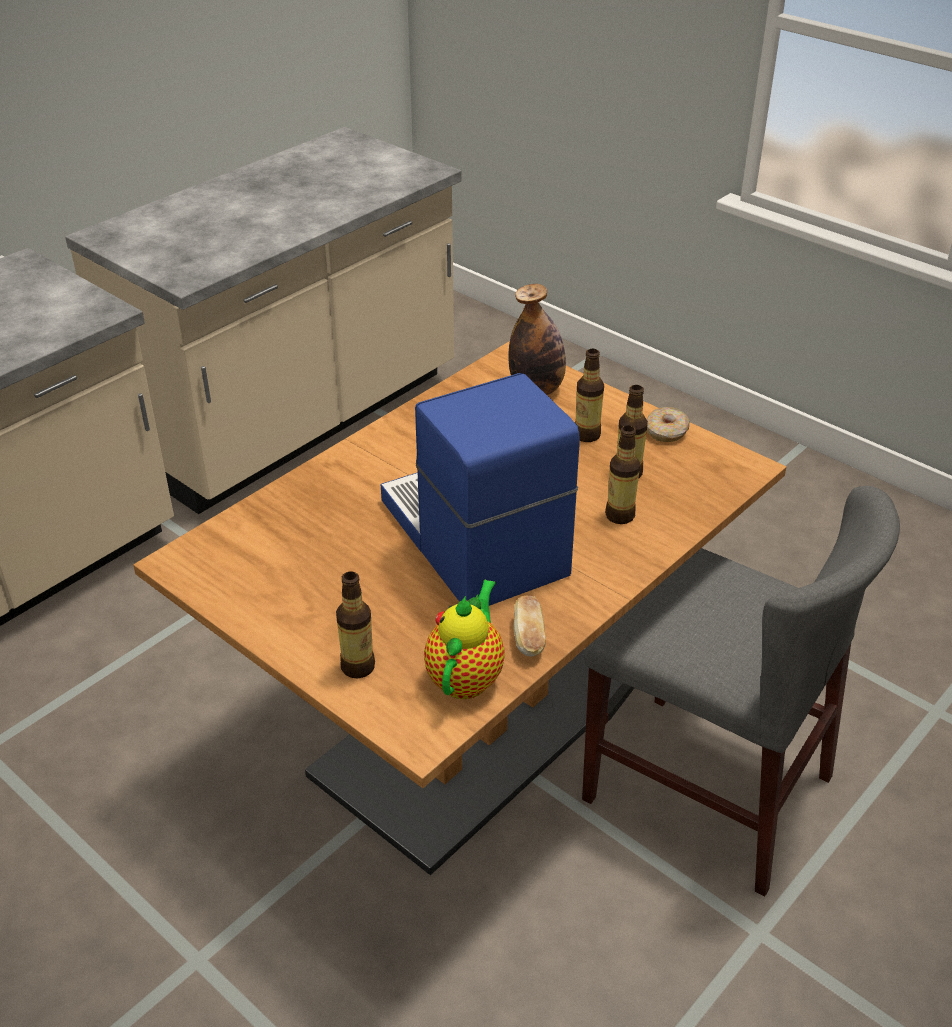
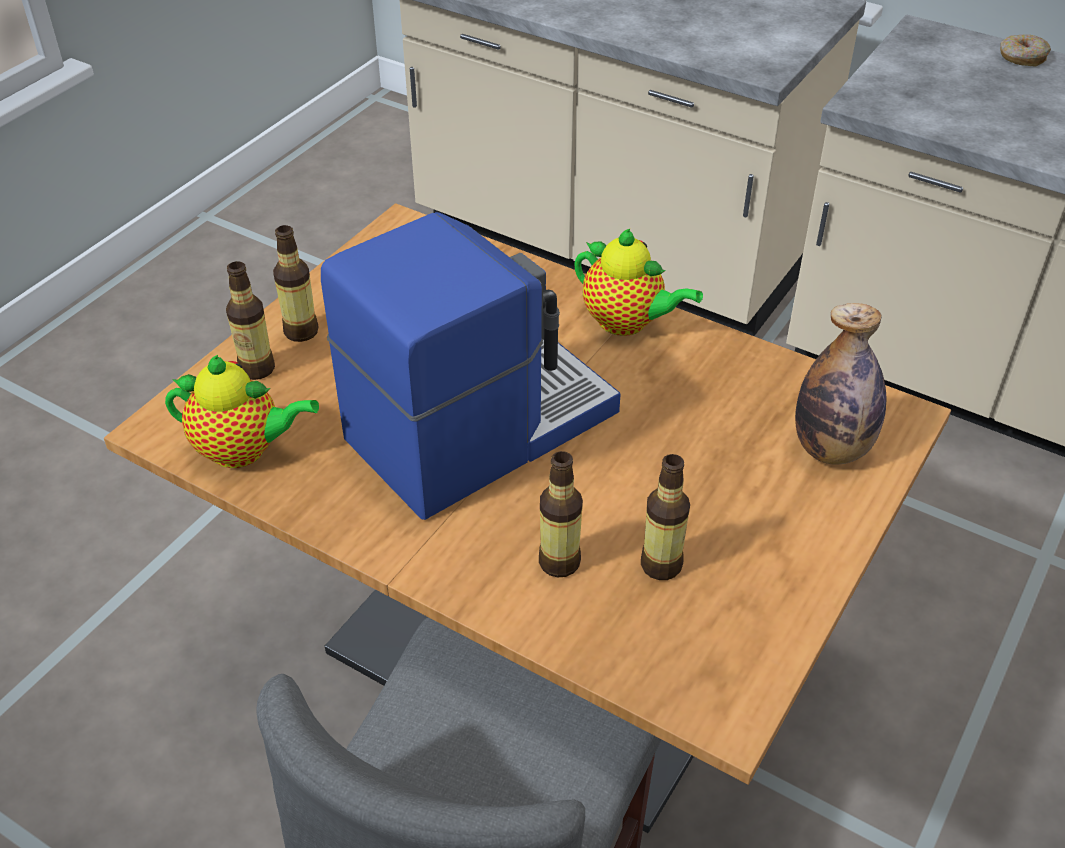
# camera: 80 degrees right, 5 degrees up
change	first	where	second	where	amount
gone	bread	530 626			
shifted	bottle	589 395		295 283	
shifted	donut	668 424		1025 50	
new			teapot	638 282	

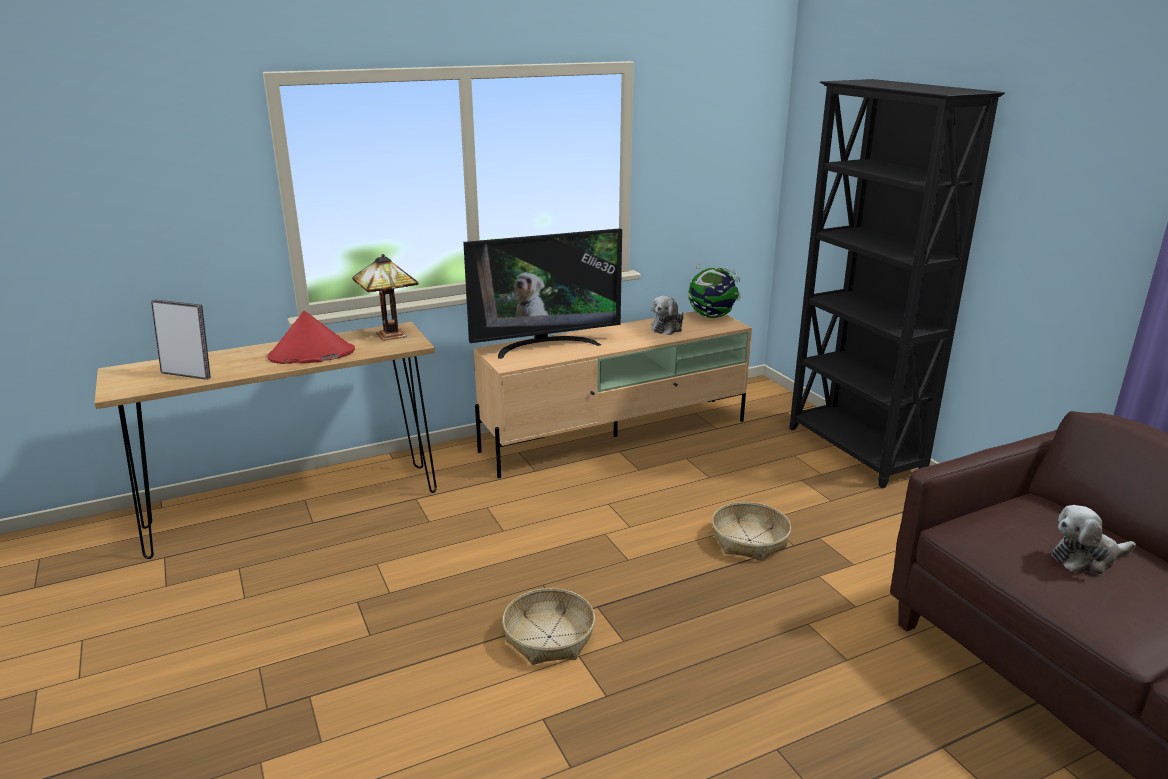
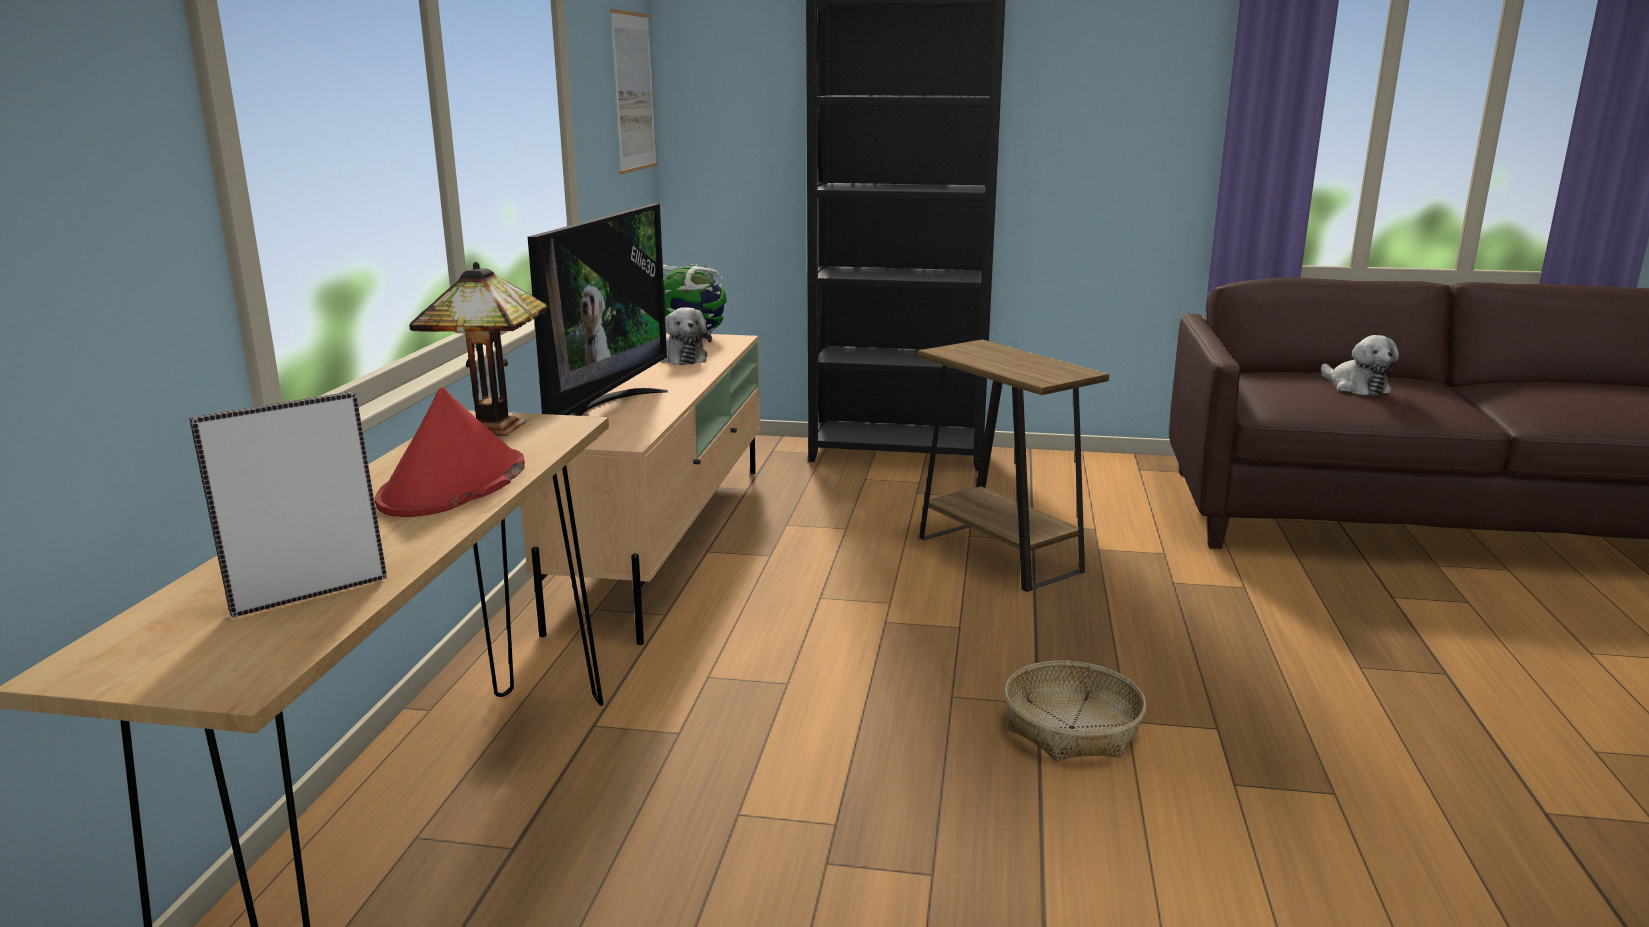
# camera: 55 degrees left, 5 degrees down
change	first	where	second	where	amount
swapped	basket	751 531	side table in brown	1013 465	
rotated	plush toy	1093 539		1360 365	45 degrees counterclockwise
new			picture	633 91	

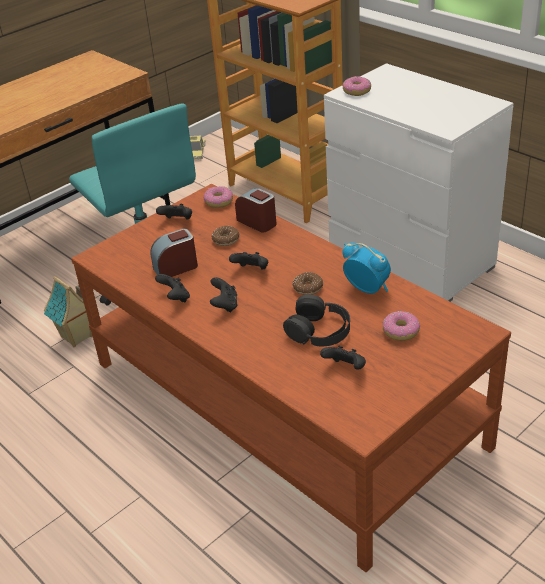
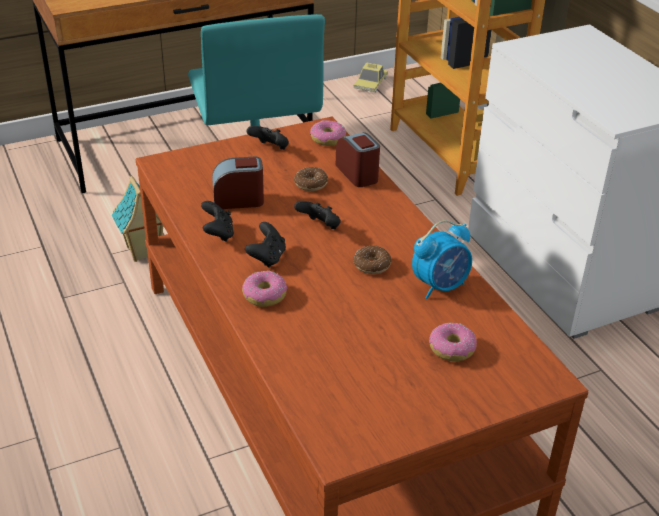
# camera: 15 degrees right, 0 degrees up
change	first	where	second	where	amount
gone	headphones in black	316 321			
gone	game controller in black	343 357			
rotated	alarm clock	366 268		442 259	90 degrees clockwise
shifted	donut	357 86		264 289	

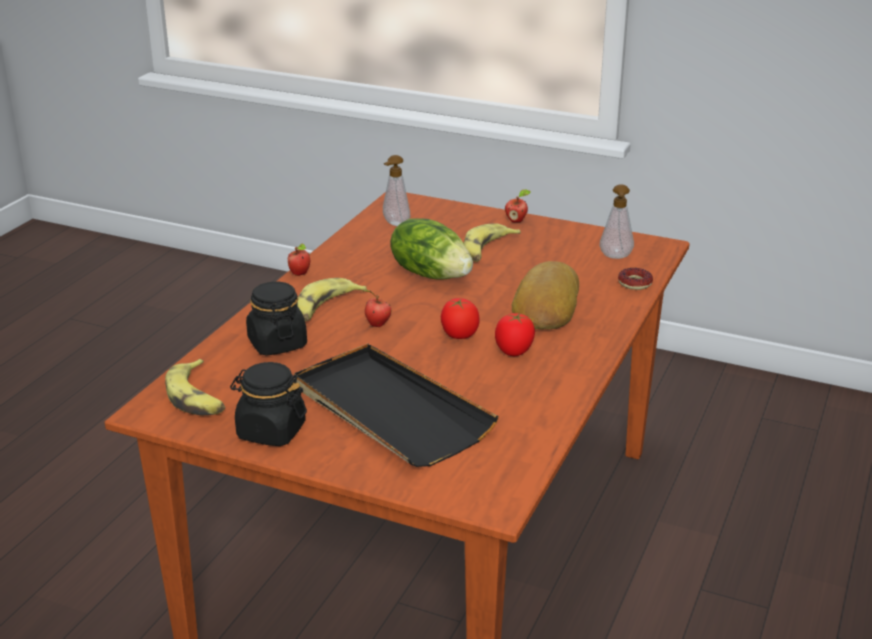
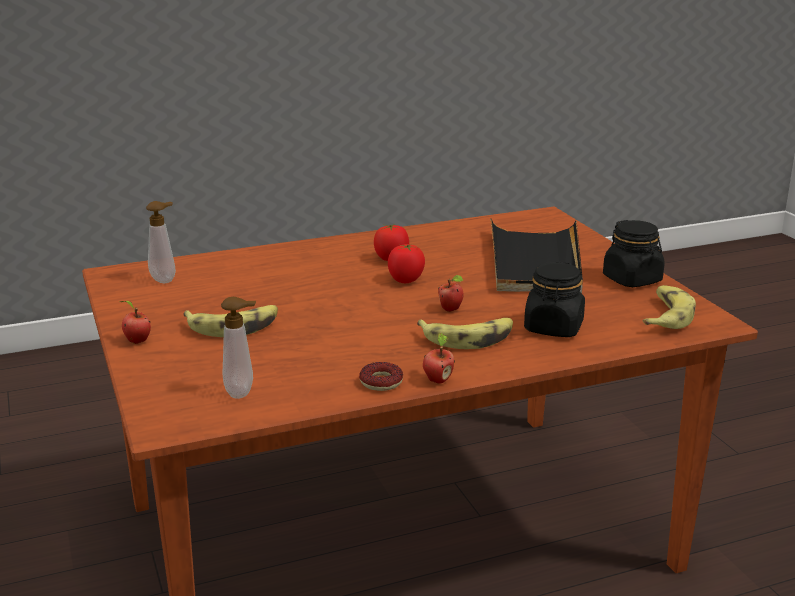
# camera: 135 degrees left, 5 degrees down
change	first	where	second	where	amount
gone	lettuce	431 249			
gone	bread	545 295			
shifted	donut	635 279		381 376	

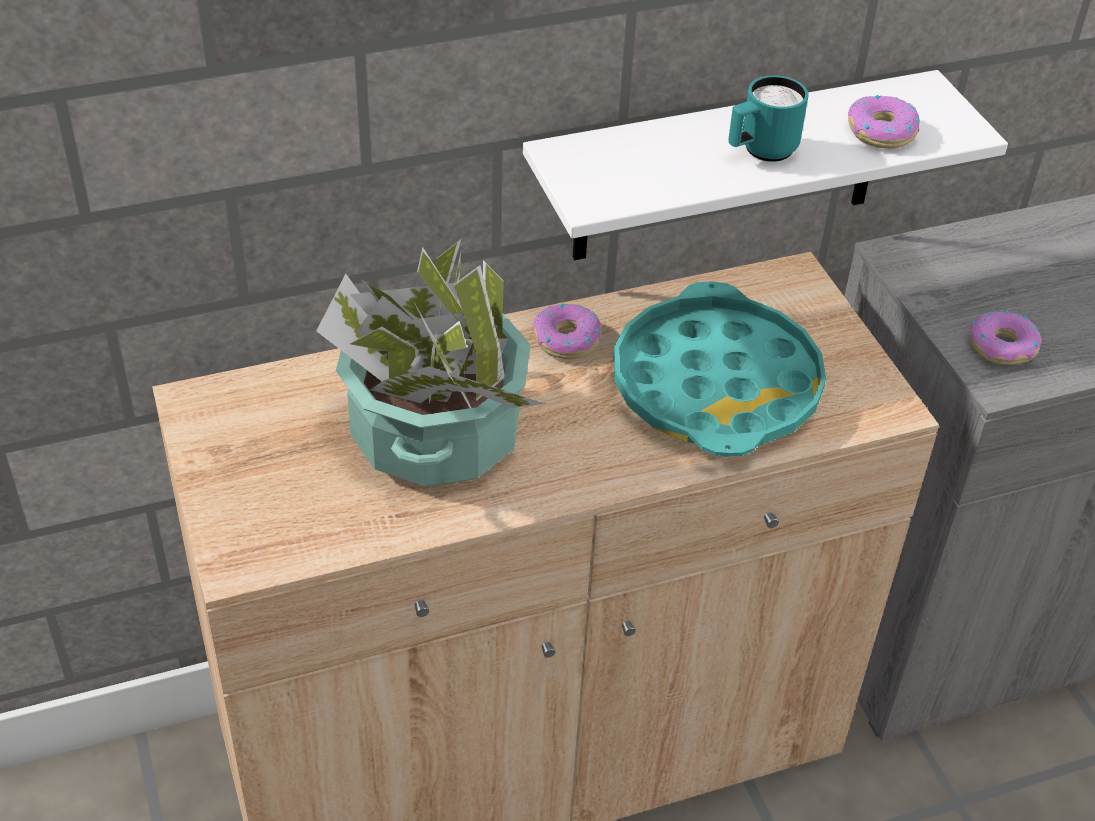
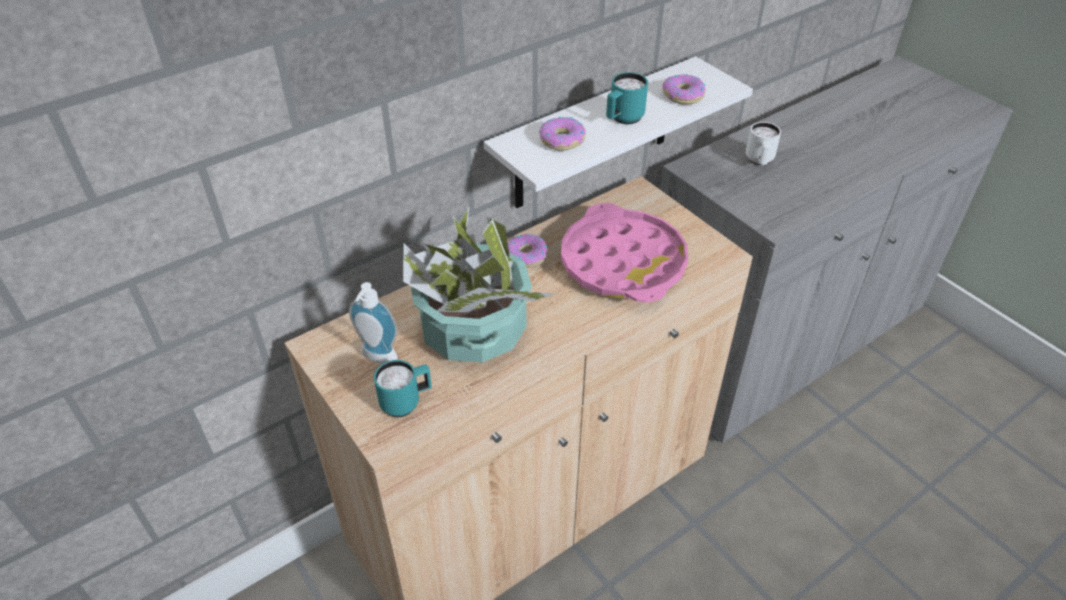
# camera: 15 degrees left, 0 degrees up
change	first	where	second	where	amount
repainted	tray in turquoise	720 369	tray in pink	624 253	
shifted	donut	1005 337		562 134	
new			soap dispenser	373 322	
new			mug in turquoise	403 388	
new			mug in white	763 143	

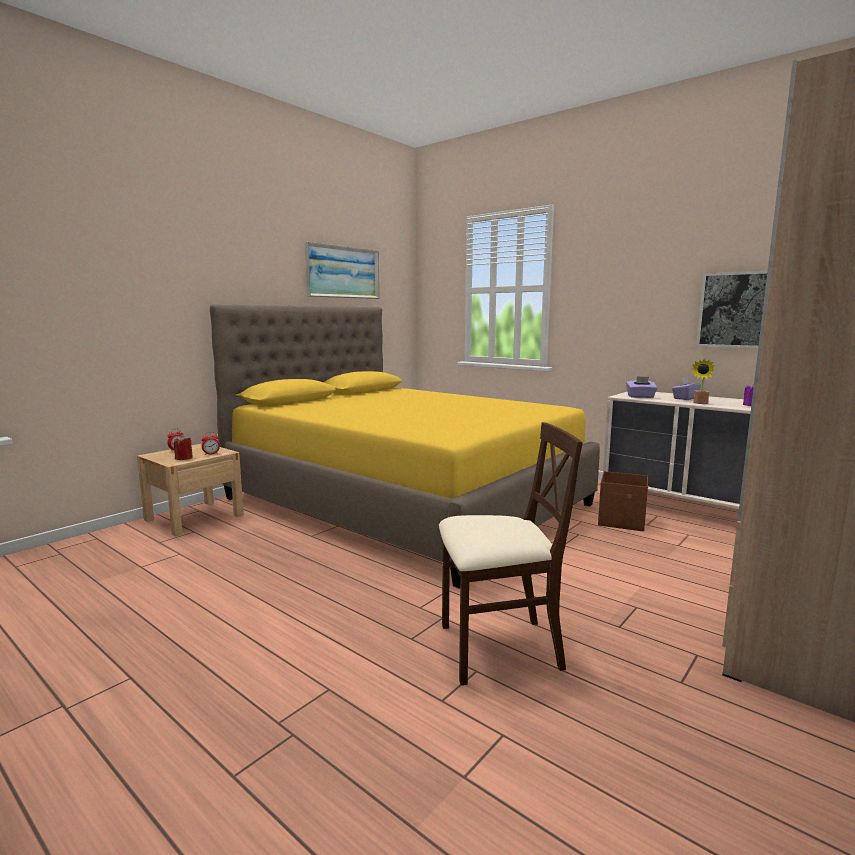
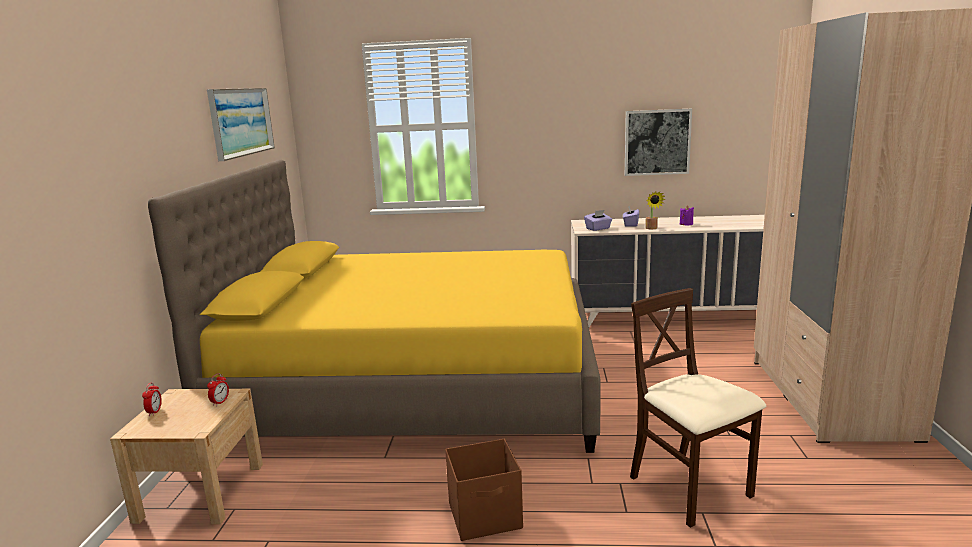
# camera: 35 degrees left, 5 degrees up
change	first	where	second	where	amount
gone	candle in red	183 448			
rotated	chair in beige	511 553		698 408	75 degrees counterclockwise
shifted	storage box in brown	623 501		484 490	

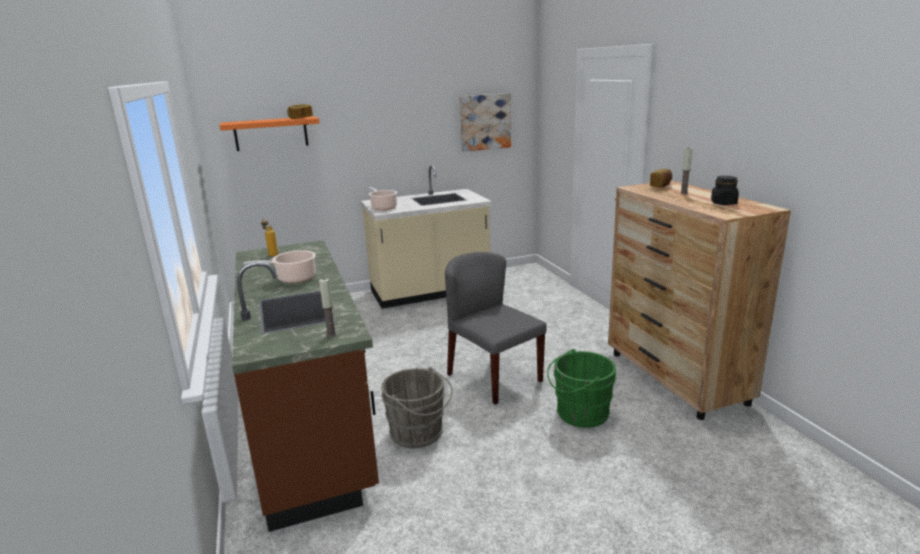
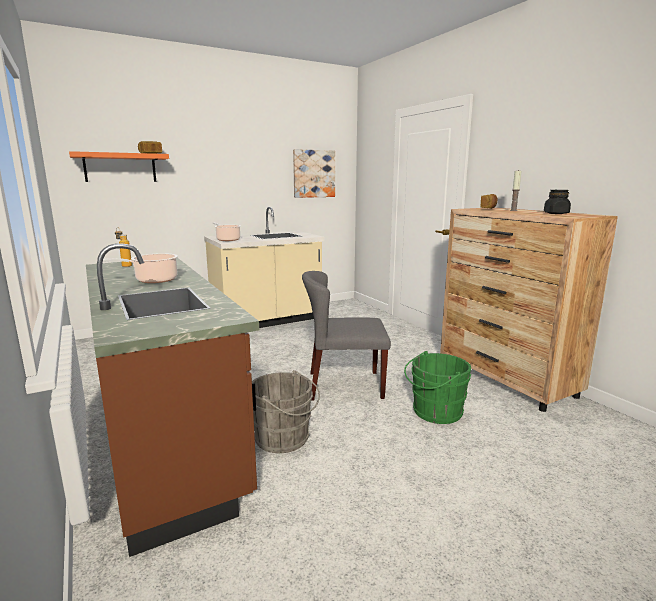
# camera: 10 degrees left, 5 degrees down
change	first	where	second	where	amount
gone	candle	328 307			
rotated	chair in grey	495 328		346 335	45 degrees counterclockwise

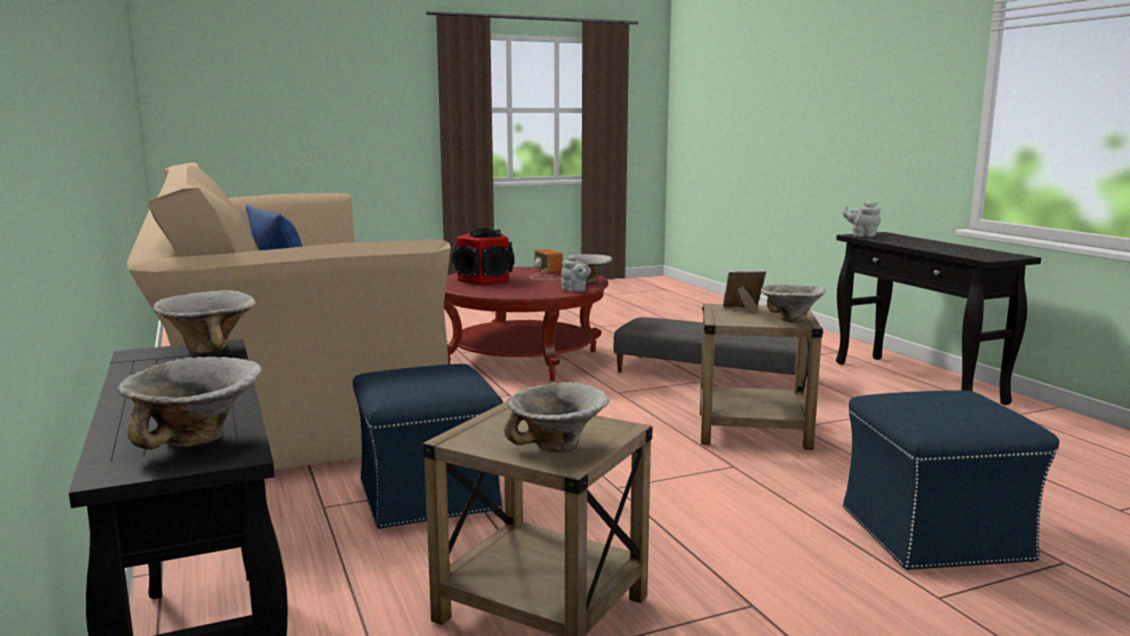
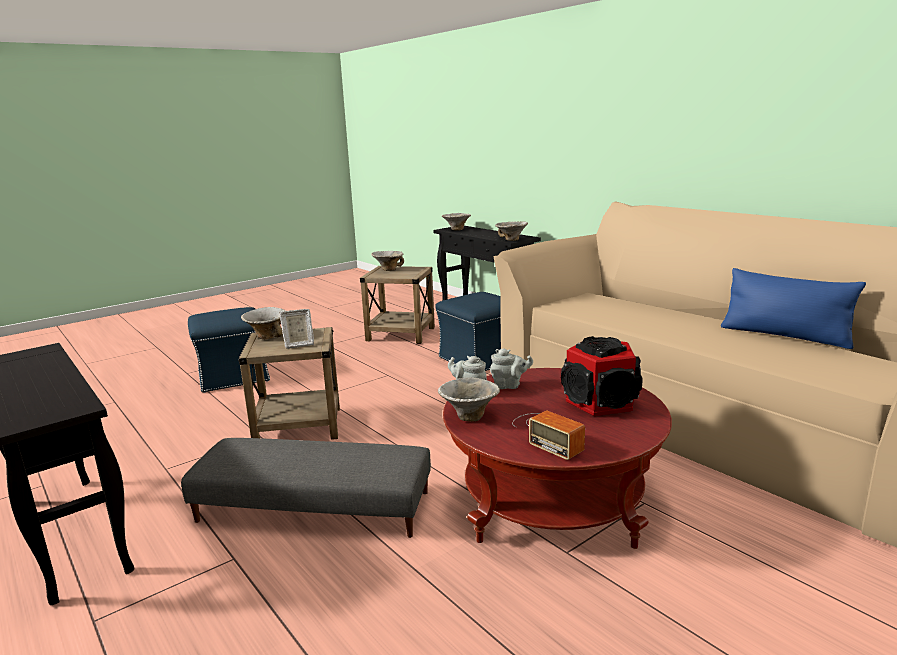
# camera: 165 degrees right, 5 degrees up
change	first	where	second	where	amount
shifted	teapot in grey	861 219		511 368	

